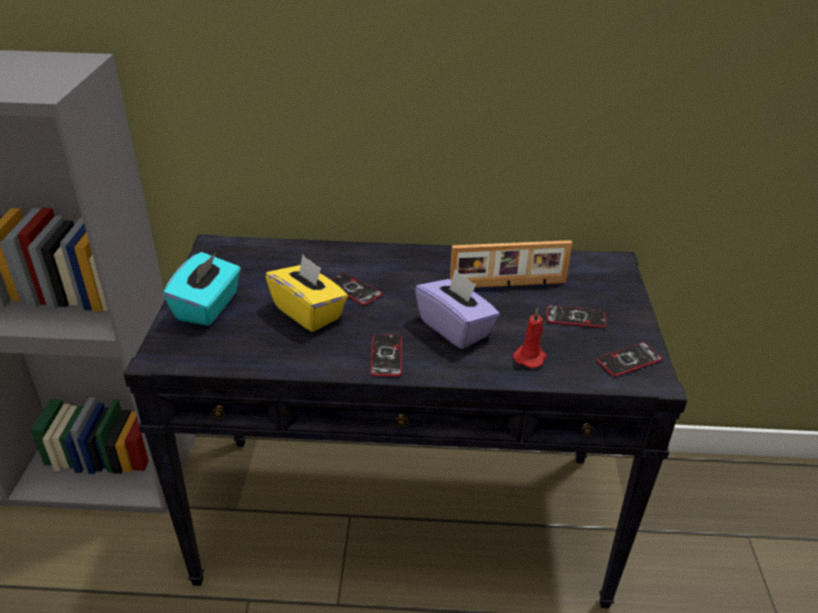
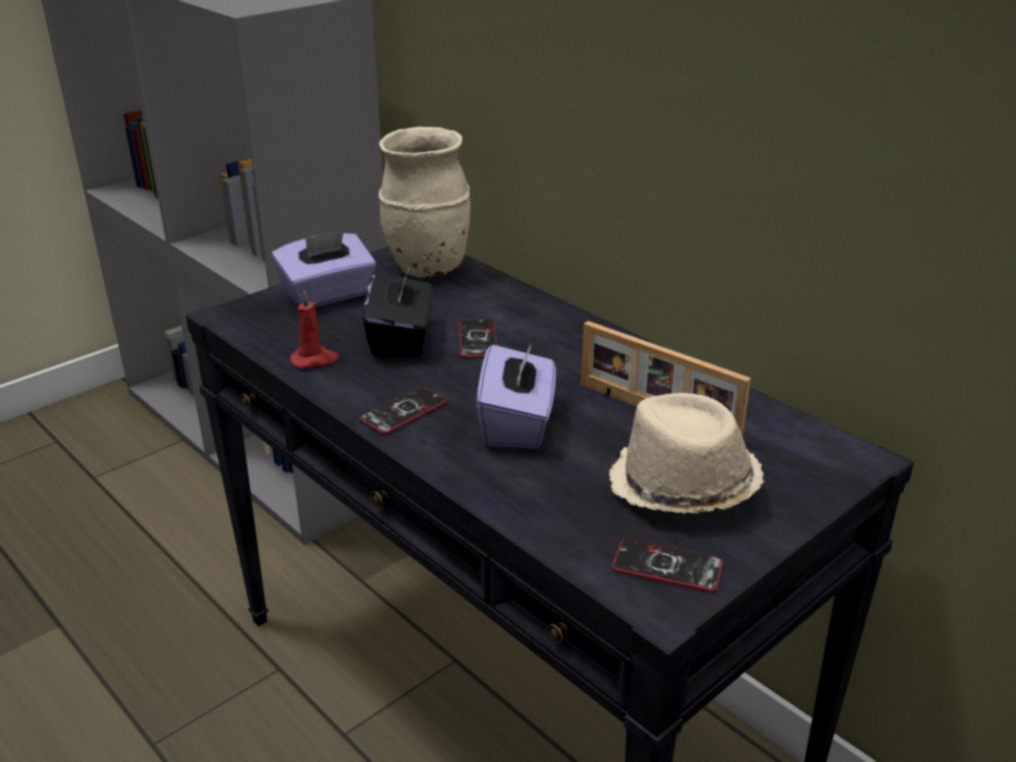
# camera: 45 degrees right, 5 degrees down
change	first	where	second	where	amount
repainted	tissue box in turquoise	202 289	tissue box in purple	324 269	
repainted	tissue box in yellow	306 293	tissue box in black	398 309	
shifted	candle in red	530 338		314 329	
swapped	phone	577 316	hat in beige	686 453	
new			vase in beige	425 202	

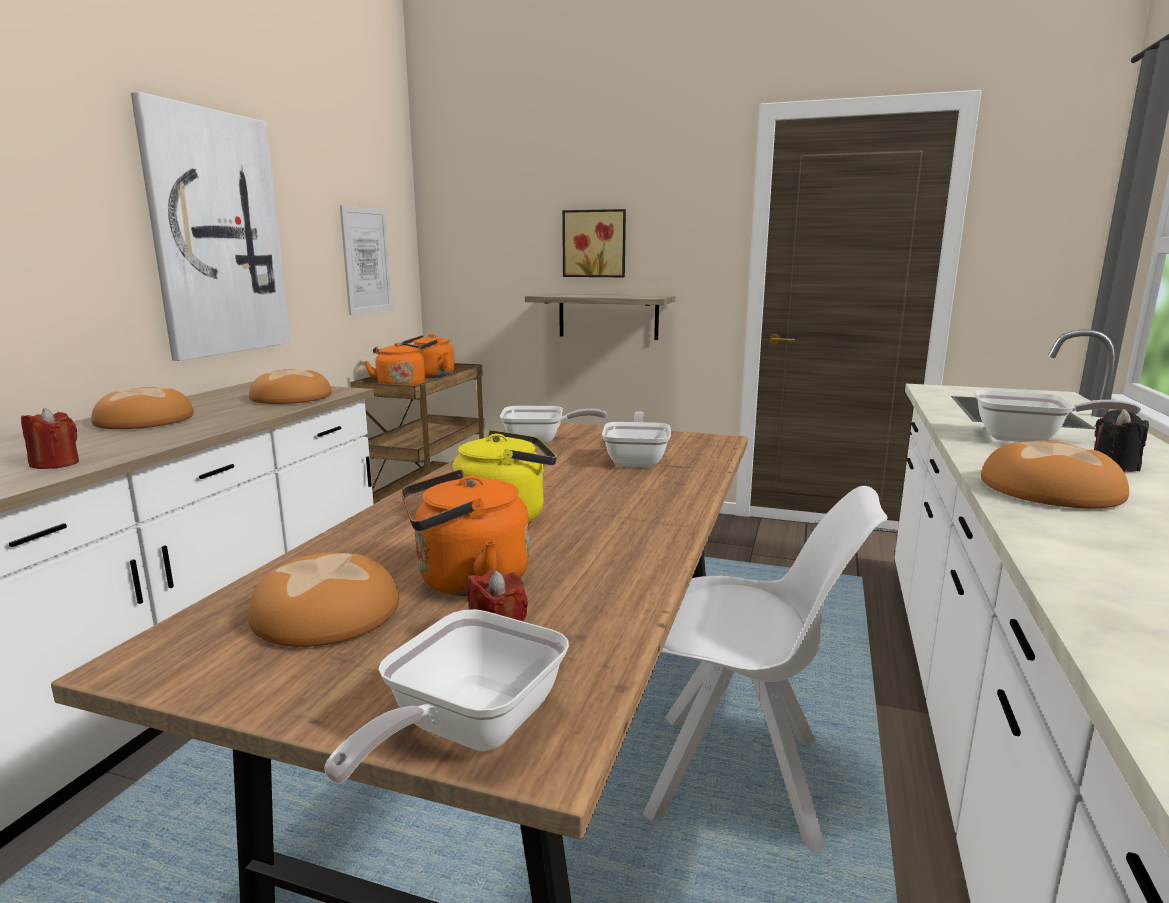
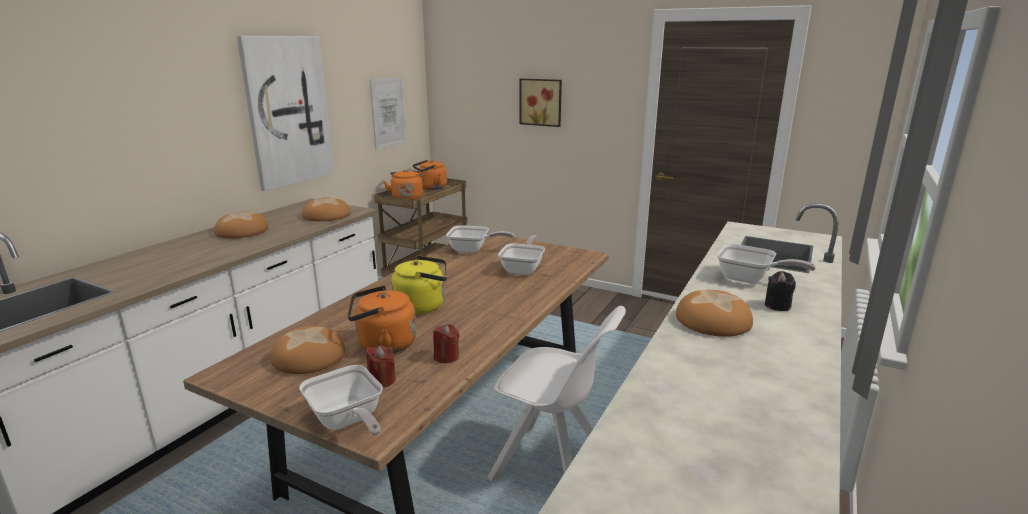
# camera: 10 degrees right, 5 degrees up
change	first	where	second	where	amount
shifted	candle in red	50 438		446 343	
rotated	frying pan	446 696		341 400	75 degrees counterclockwise
gone	shelf	600 316			

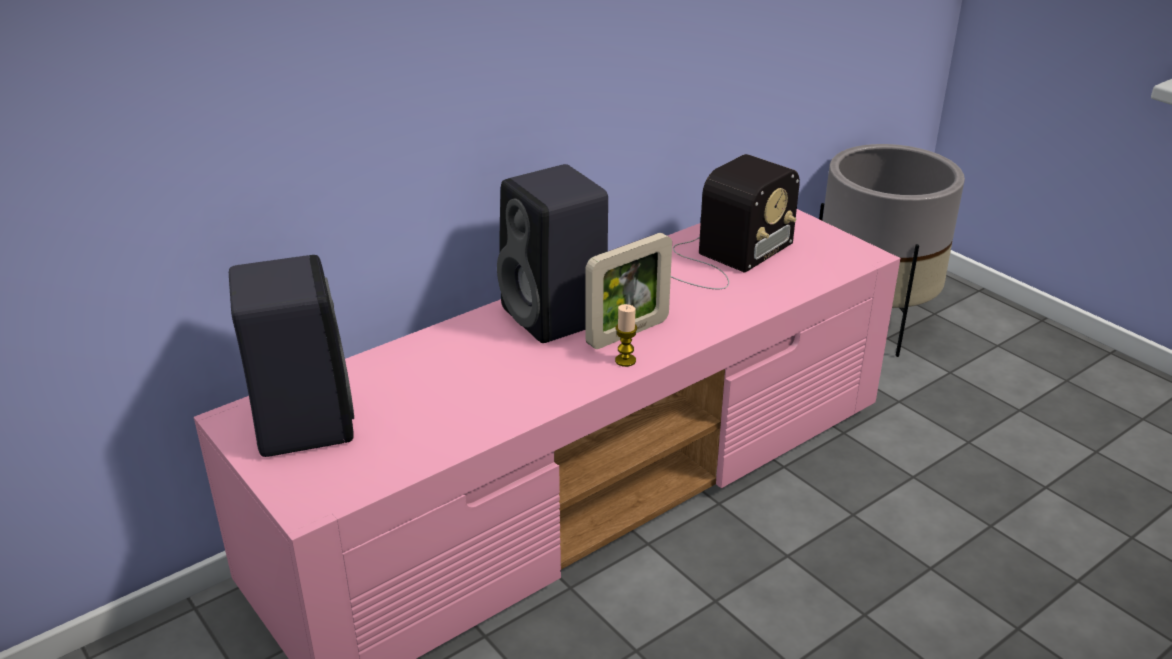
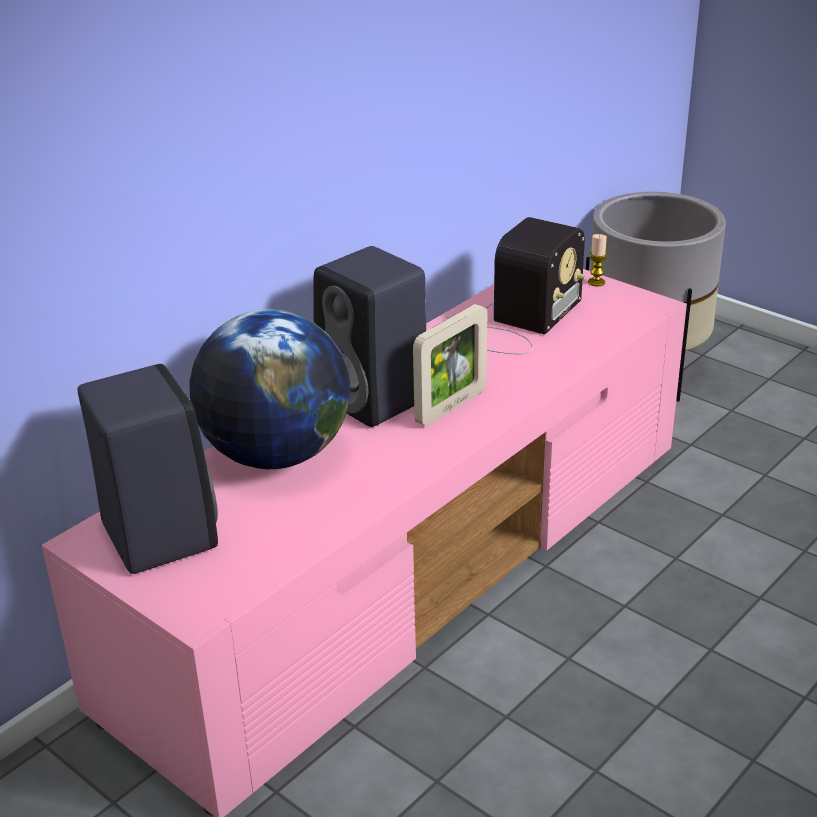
# camera: 10 degrees left, 0 degrees up
change	first	where	second	where	amount
shifted	candle	626 335		597 260	
new			globe	269 389	

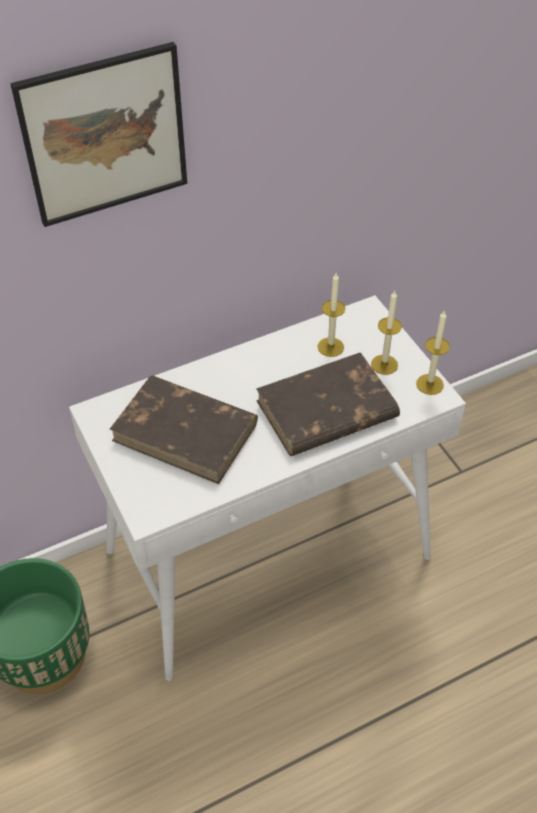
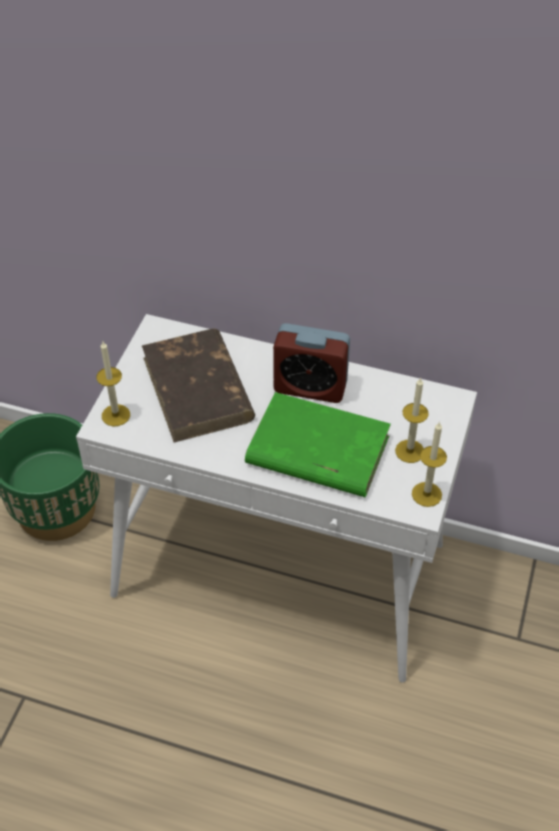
# camera: 45 degrees right, 0 degrees up
change	first	where	second	where	amount
gone	picture	99 134			
repainted	book in brown	328 404	book in green	318 444	
shifted	candle	331 315		113 384	
new			alarm clock	311 363	

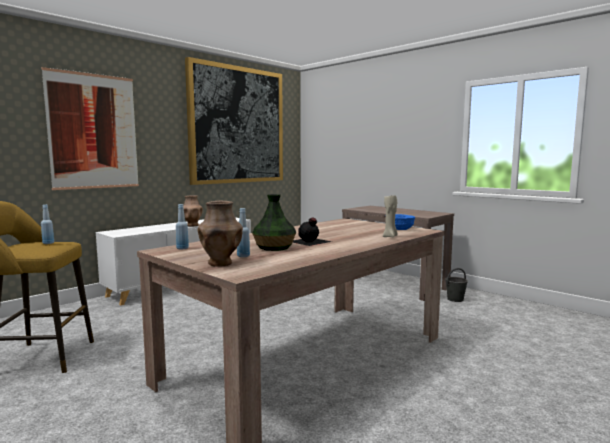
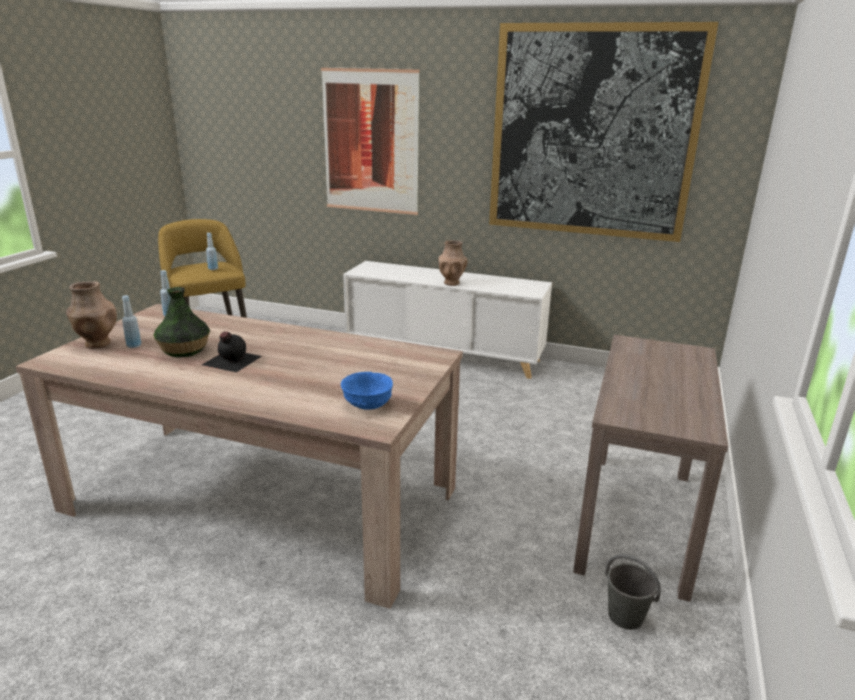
# camera: 65 degrees right, 15 degrees up
change	first	where	second	where	amount
gone	candle in beige	390 216			

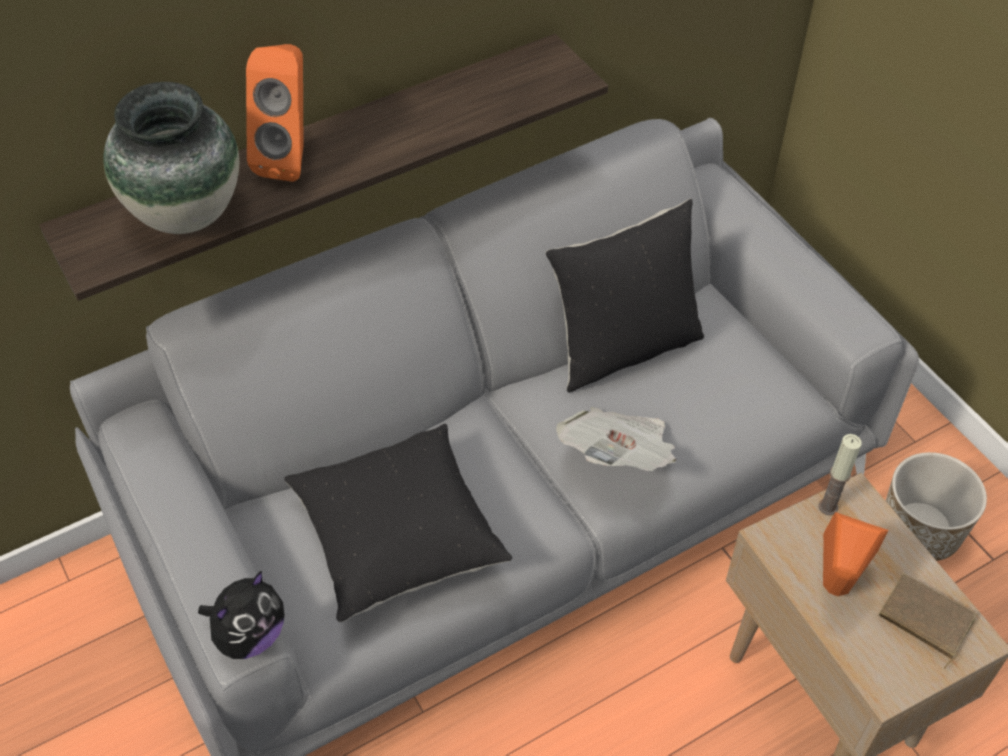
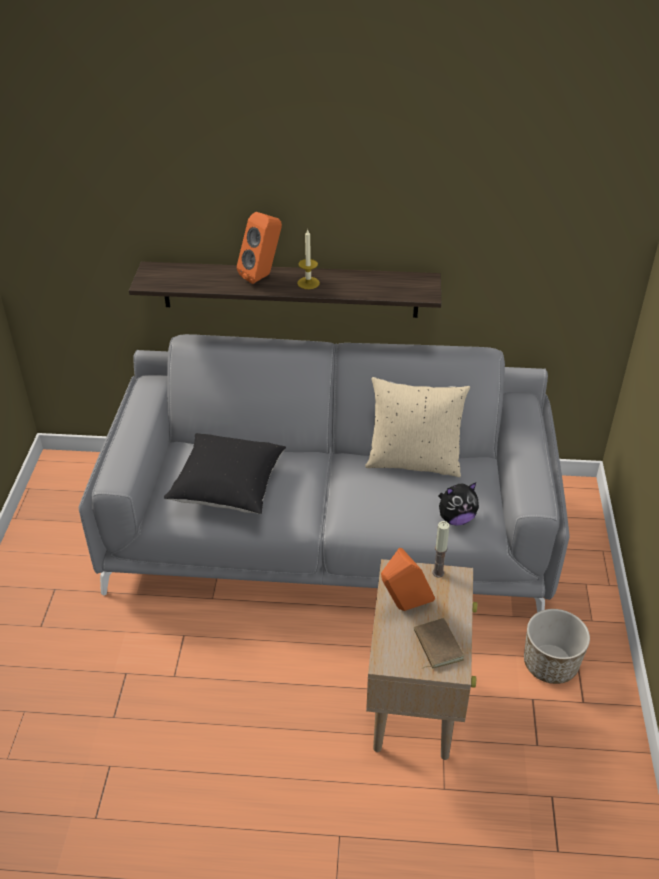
# camera: 35 degrees right, 10 degrees down
change	first	where	second	where	amount
gone	vase	171 158			
shifted	plush toy	241 615		459 504	
repainted	pillow in black	624 295	pillow in beige	417 427	
gone	newspaper	616 439			
new			candle	308 259	

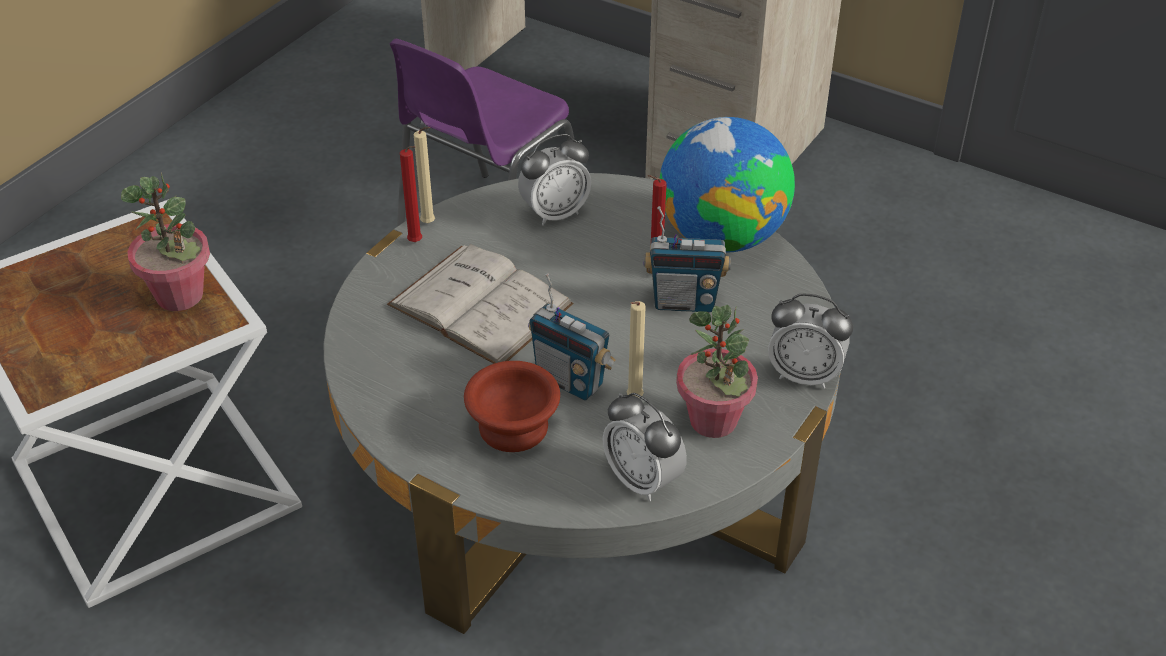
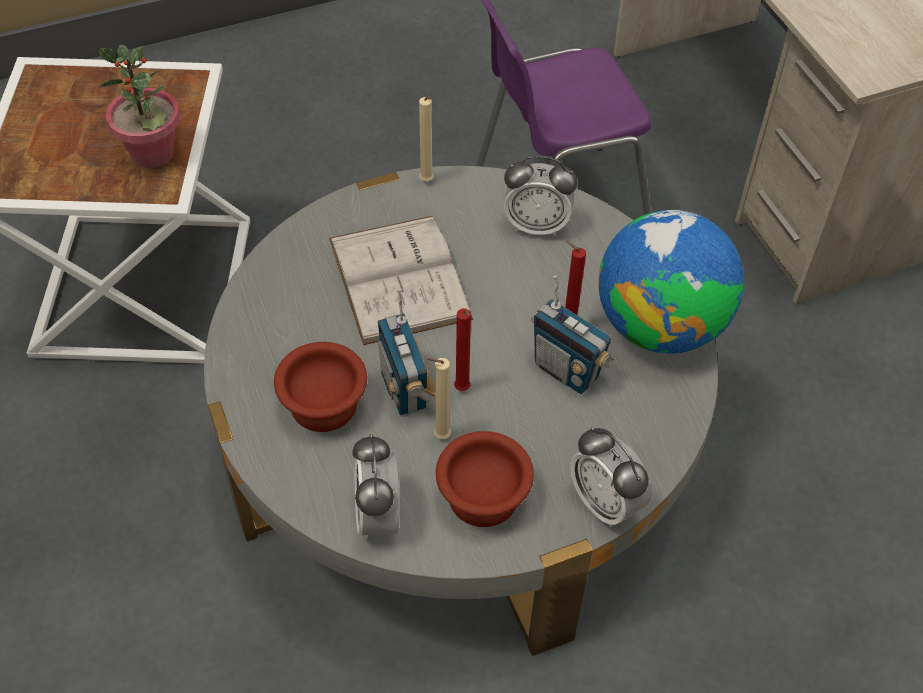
# camera: 35 degrees right, 10 degrees up
change	first	where	second	where	amount
shifted	candle in red	411 194		462 349	
swapped	potted plant	717 371	bowl in brown	485 479	

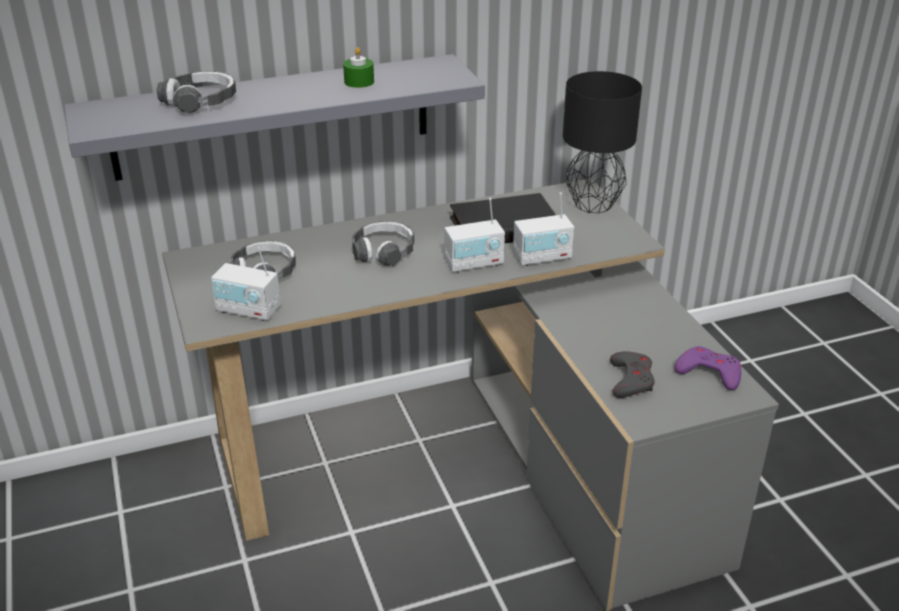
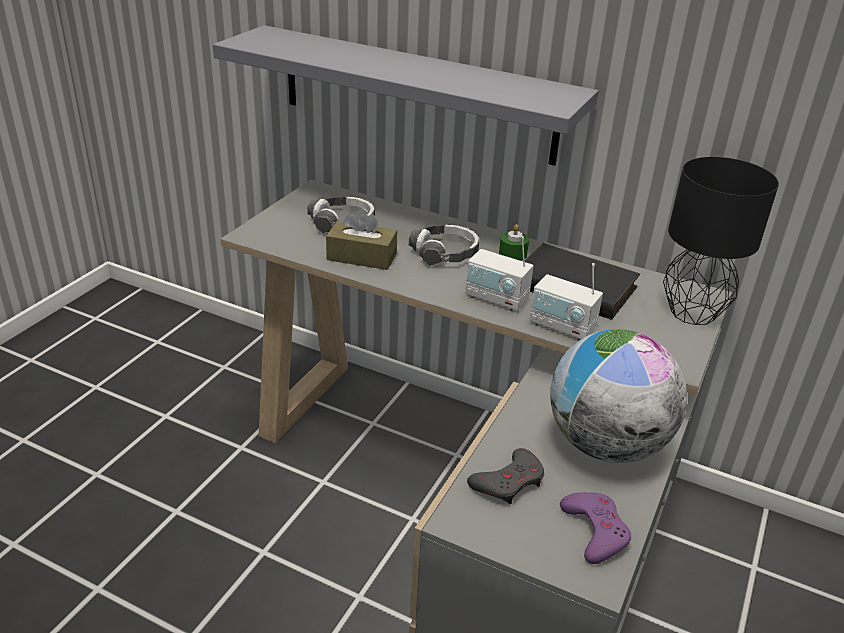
# camera: 45 degrees right, 0 degrees up
change	first	where	second	where	amount
gone	headphones	196 92			
gone	radio	246 284			
shifted	candle in green	358 67		514 242	
new			tissue box in brown	361 239	
new			globe	618 396	

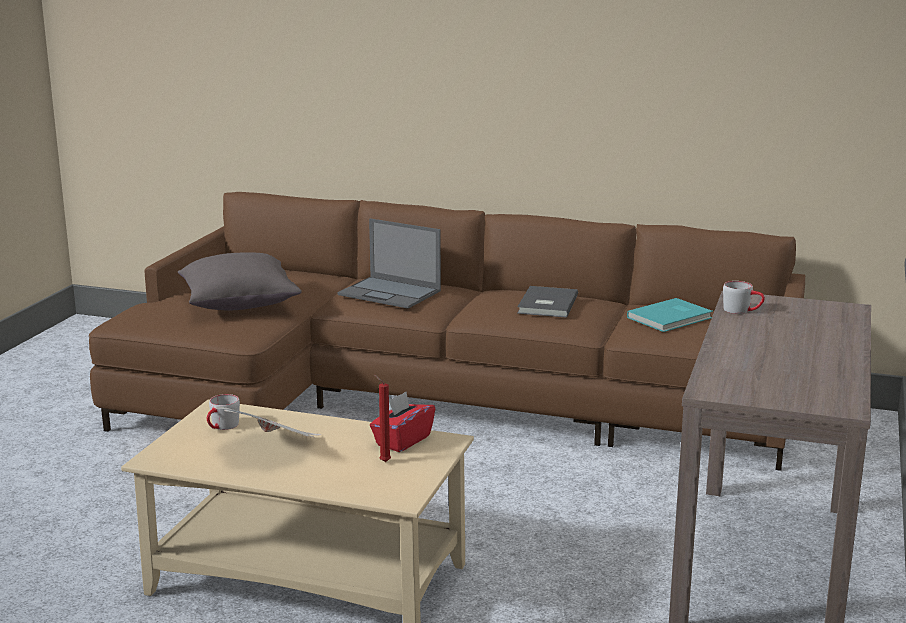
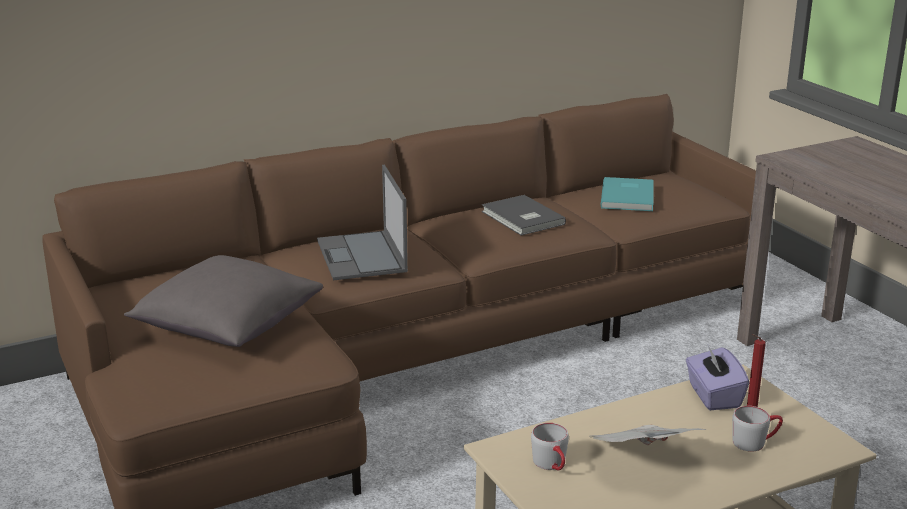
# camera: 45 degrees left, 5 degrees up
change	first	where	second	where	amount
rotated	laptop	389 263		362 222	90 degrees clockwise
repainted	tissue box in red	402 422	tissue box in purple	717 377	
shifted	mug in grey	744 297		757 429	

